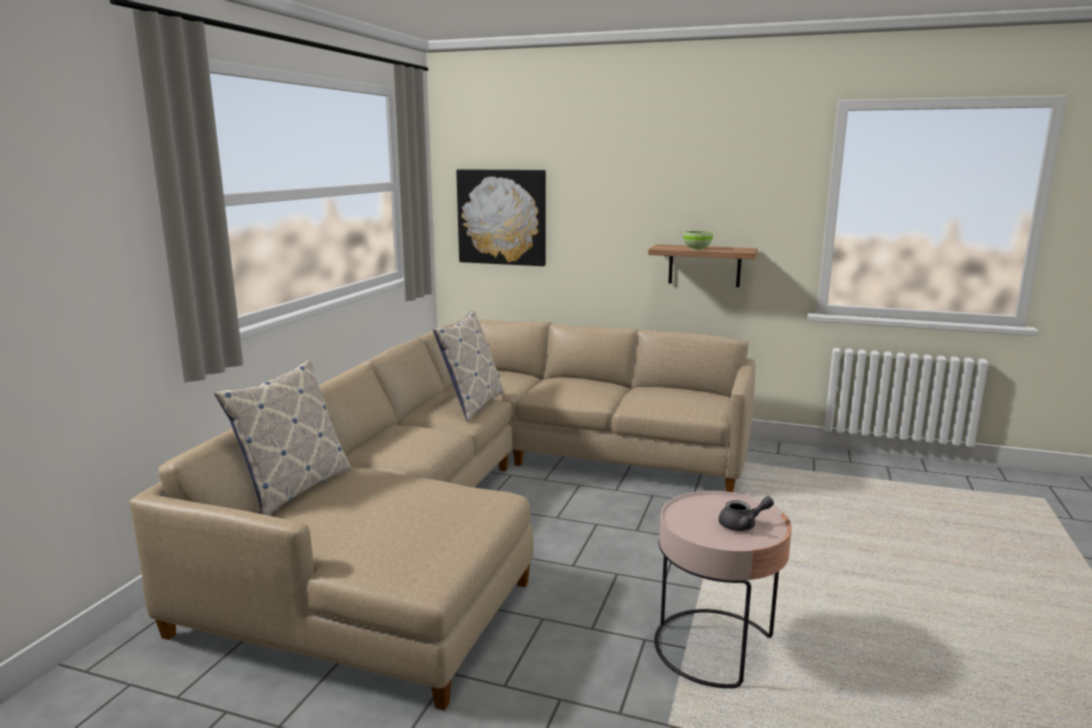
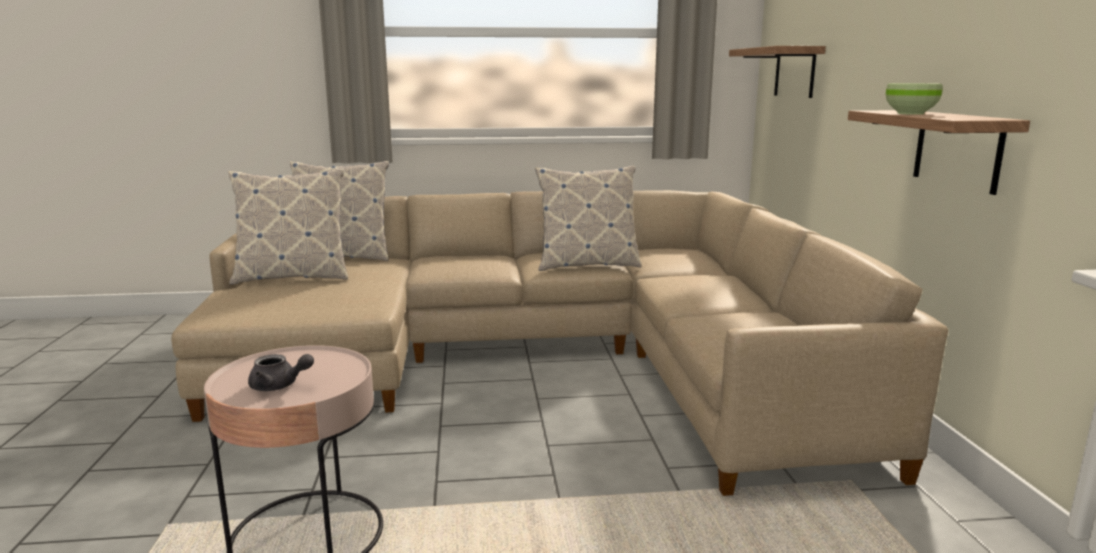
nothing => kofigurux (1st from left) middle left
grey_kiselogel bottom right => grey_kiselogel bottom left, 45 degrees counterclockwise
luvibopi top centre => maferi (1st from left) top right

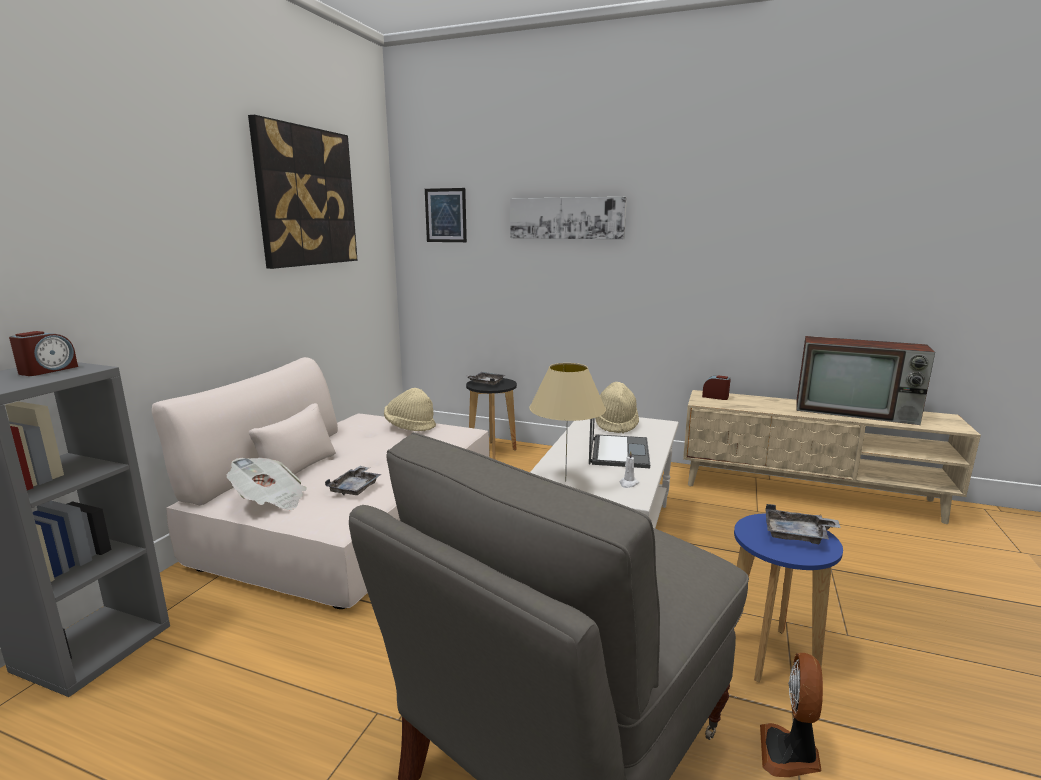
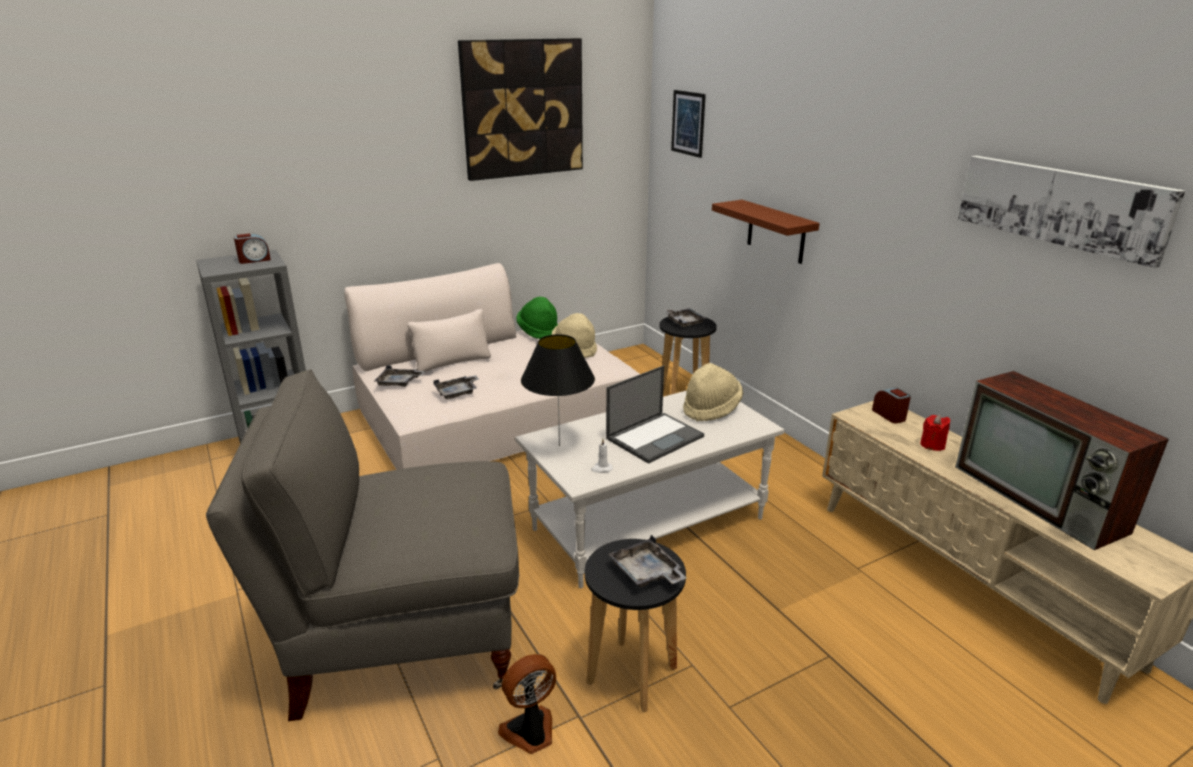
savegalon middle left => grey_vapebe (1st from left) centre
nothing => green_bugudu centre
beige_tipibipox centre => black_tipibipox centre
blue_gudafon bottom right => black_gudafon (1st from left) bottom centre
nothing => brown_maferi top centre
nothing => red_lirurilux middle right
luvibopi (3rd from left) top centre => luvibopi (3rd from left) top right, move

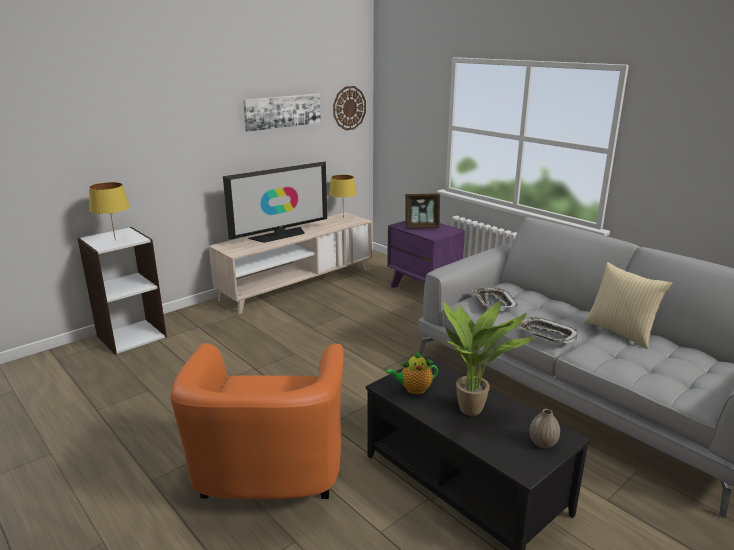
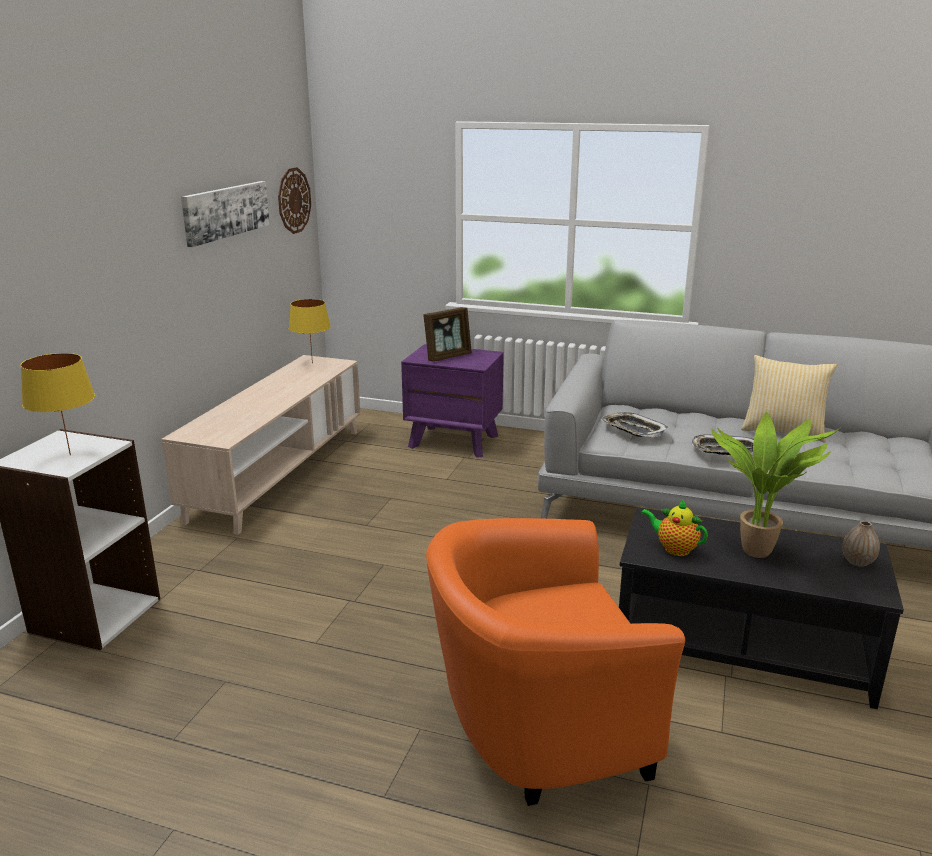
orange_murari bottom centre, 105 degrees clockwise
kiselogel bottom centre => kiselogel middle right, 75 degrees clockwise
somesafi centre => nothing

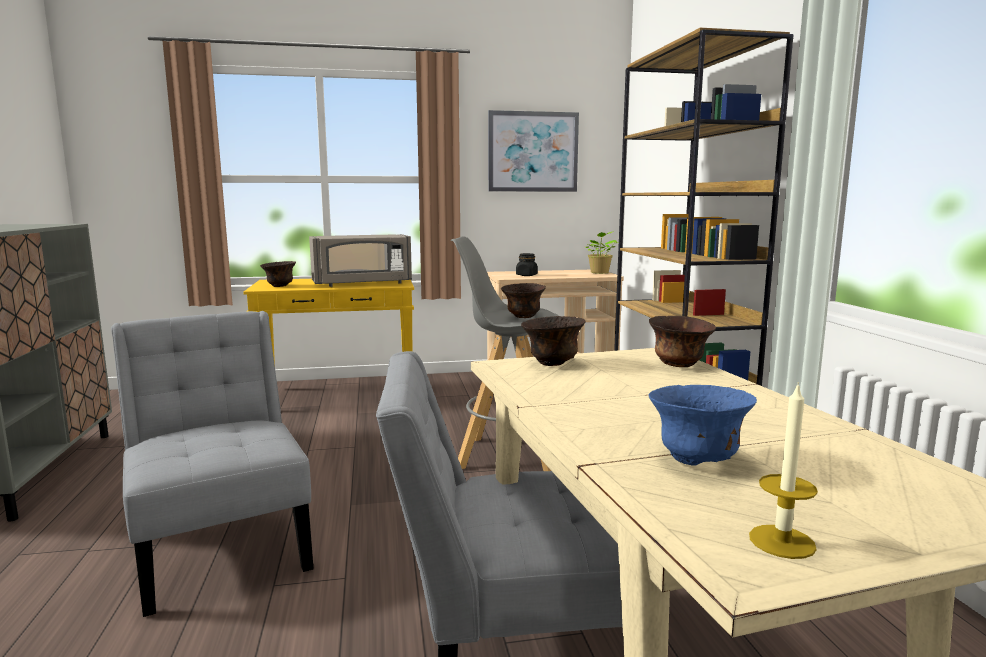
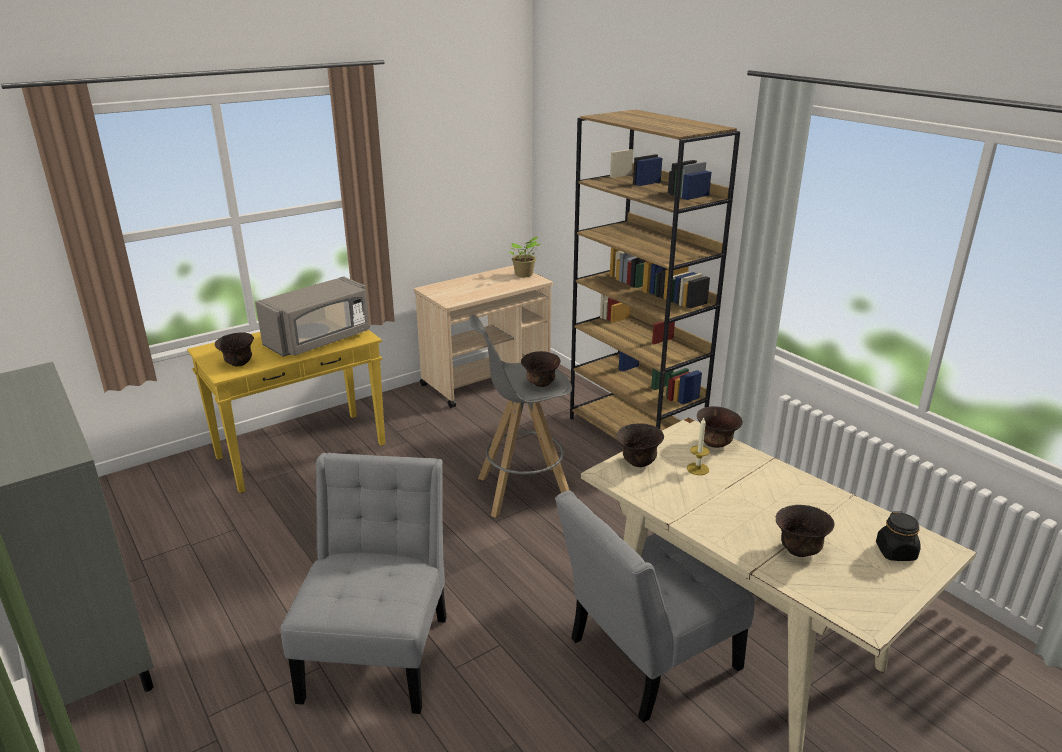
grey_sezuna (1st from left) bottom left => grey_sezuna (1st from left) bottom centre, 60 degrees clockwise
lirurilux bottom right => lirurilux centre, move
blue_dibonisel middle right => brown_dibonisel (5th from left) bottom right
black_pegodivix centre => black_pegodivix bottom right, move
luvibopi top centre => nothing

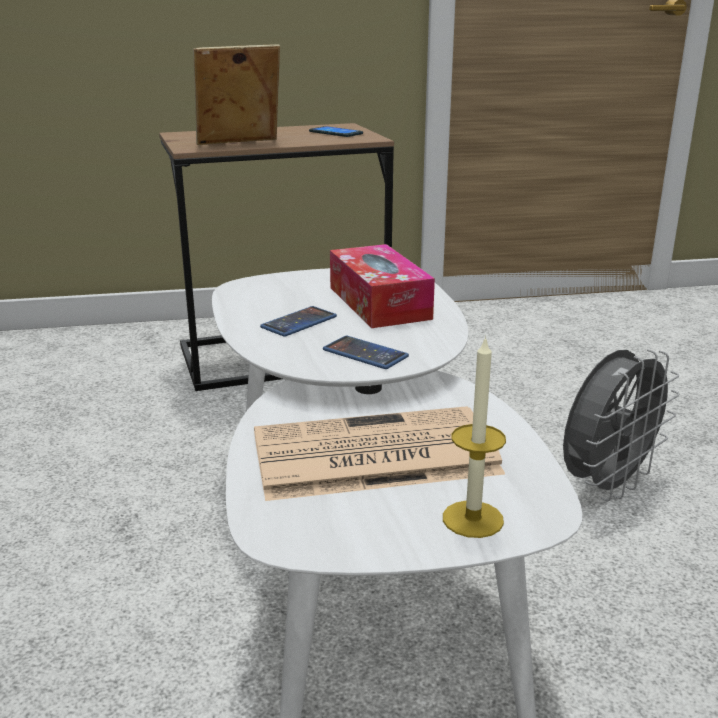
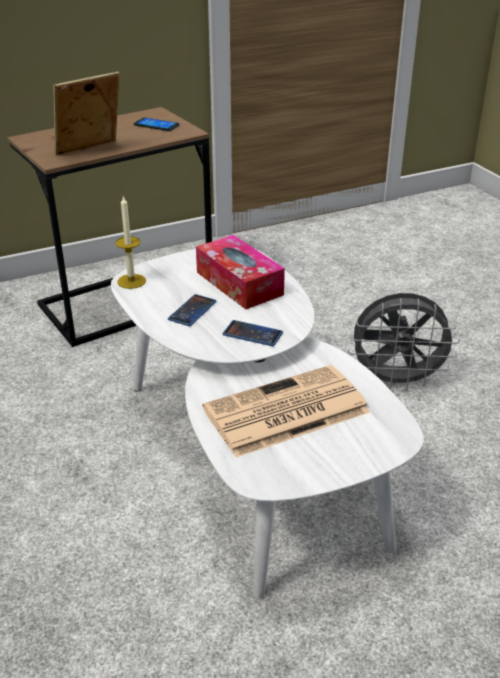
lirurilux centre => lirurilux middle left, move
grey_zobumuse middle right, 60 degrees clockwise

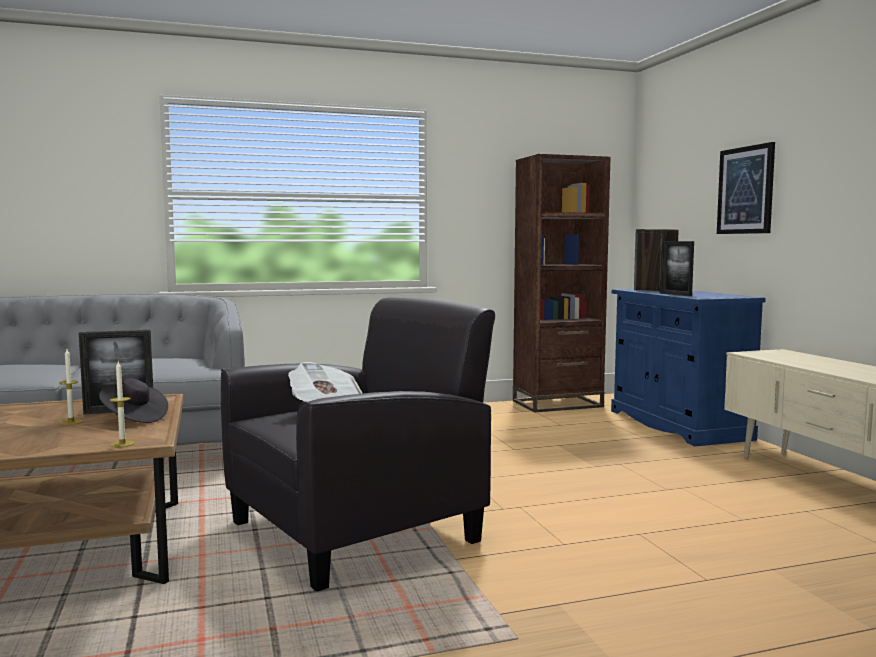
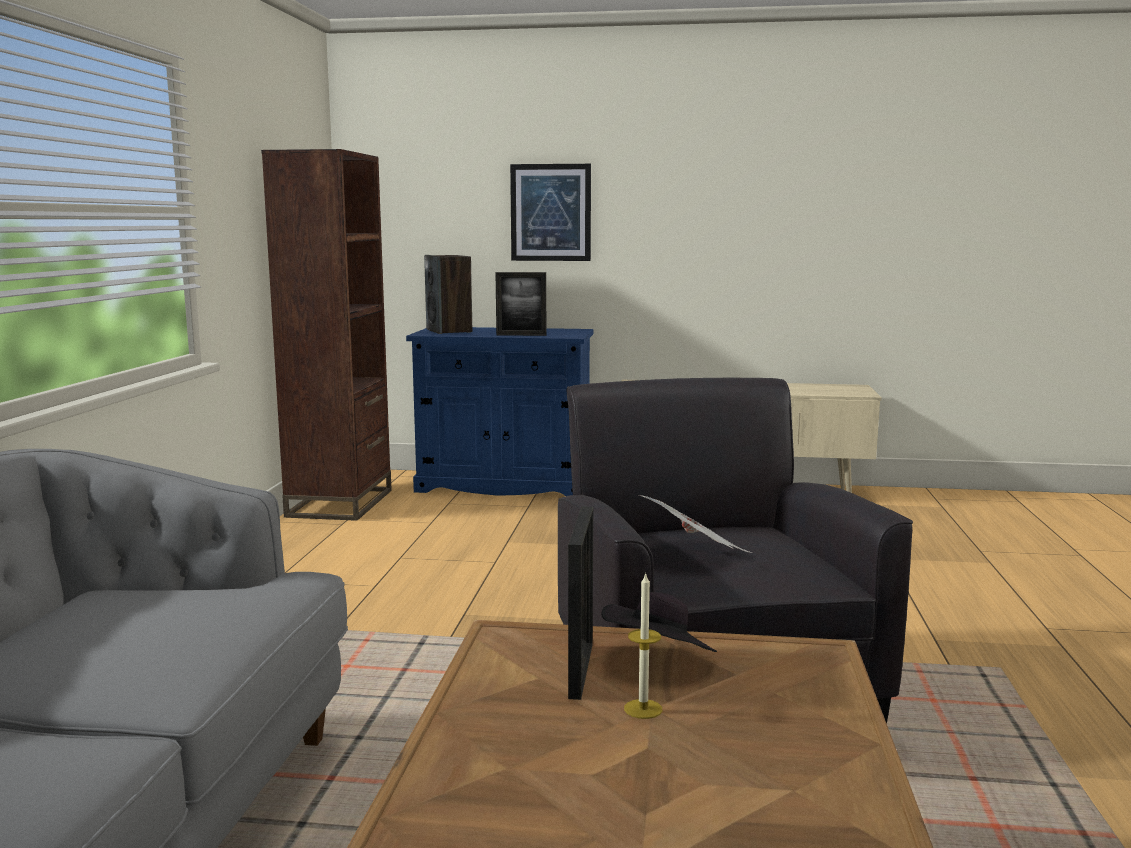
lirurilux (2nd from left) middle left => nothing

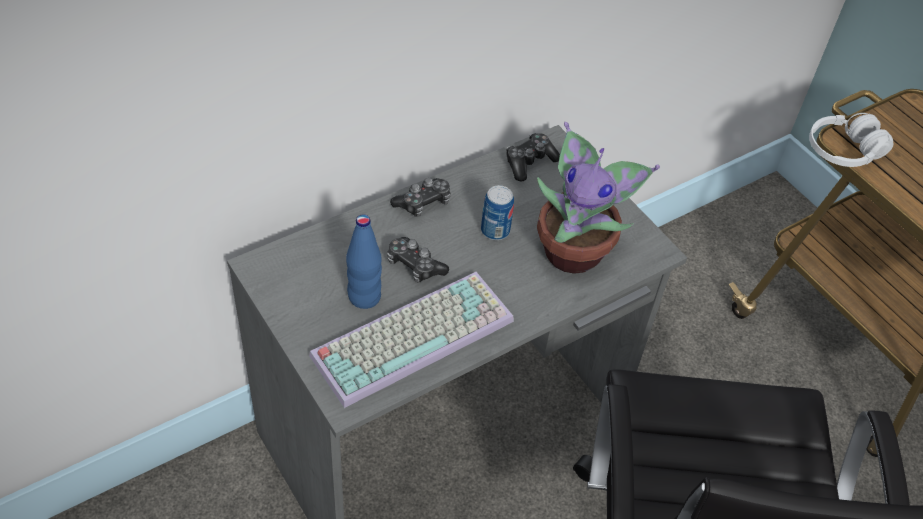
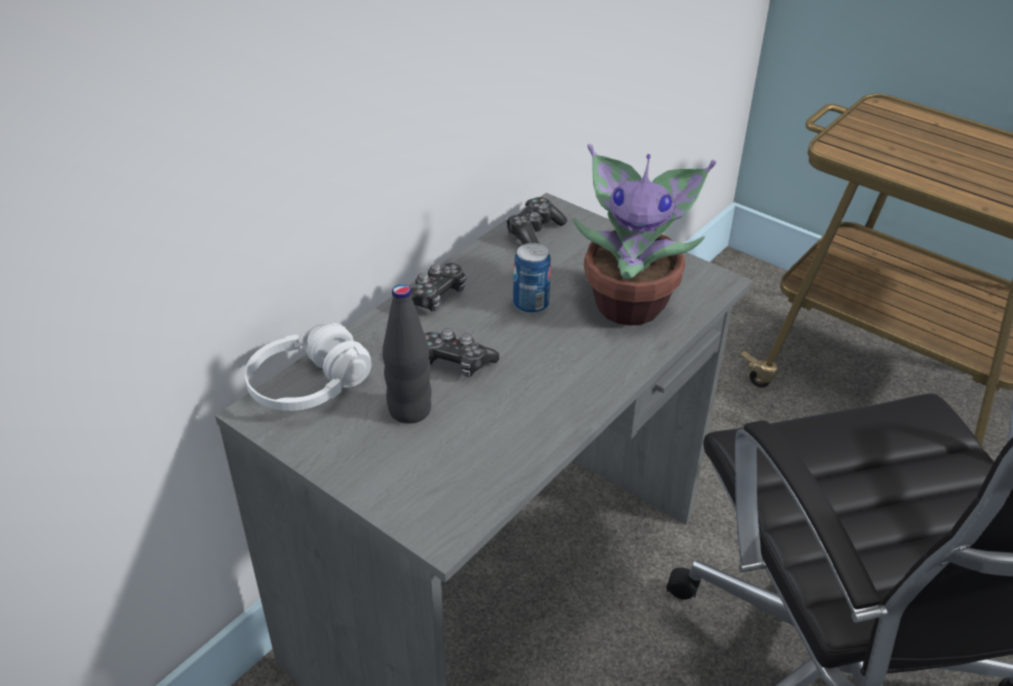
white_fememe top right => white_fememe middle left, move
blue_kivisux centre => black_kivisux centre
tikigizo centre => nothing

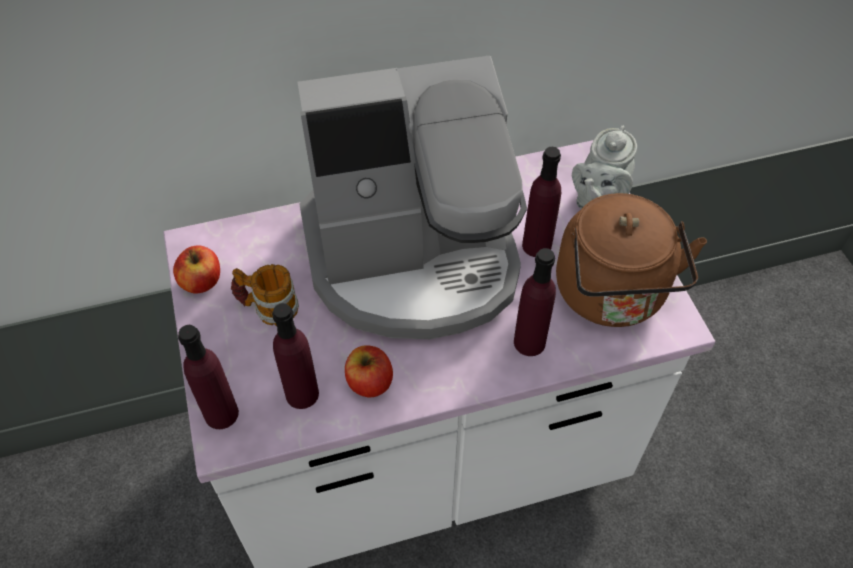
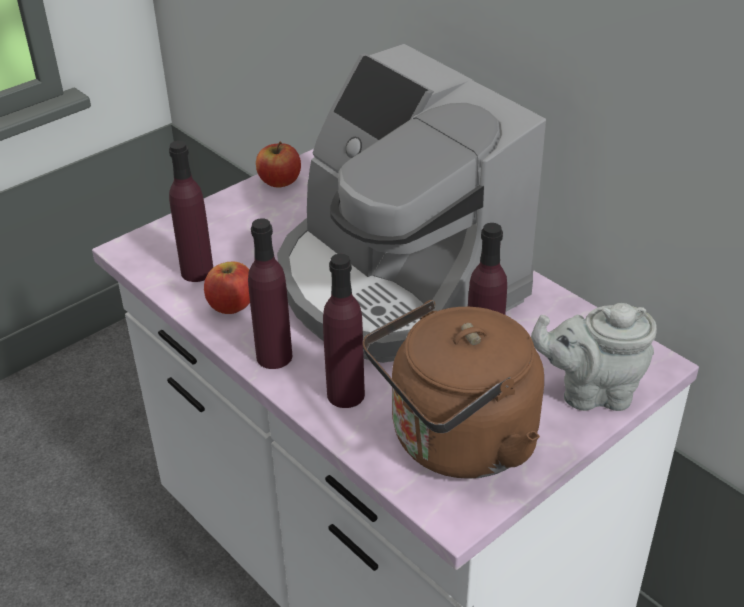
purple_kivisux (1st from left in the first image) middle left => purple_kivisux (2nd from left) centre, move
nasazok middle left => nothing

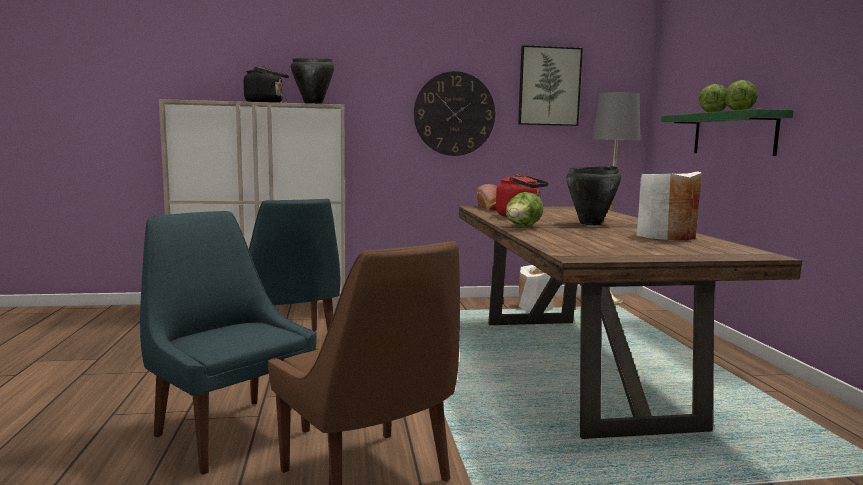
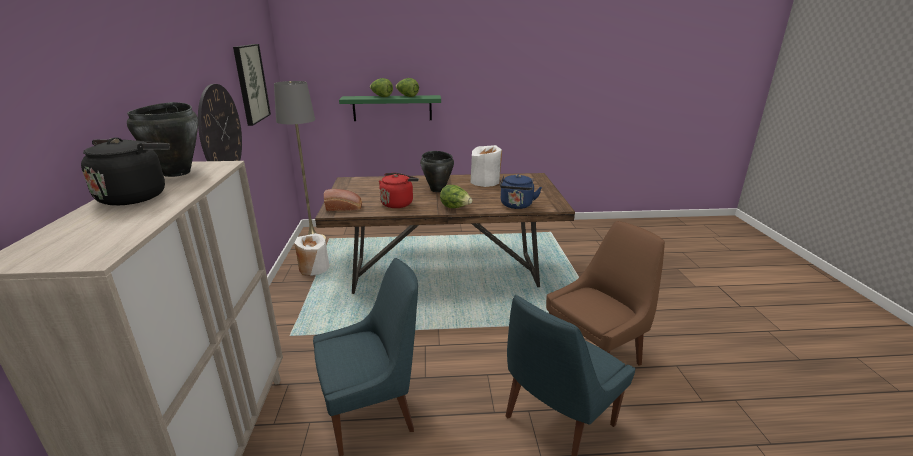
nothing => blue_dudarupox centre

